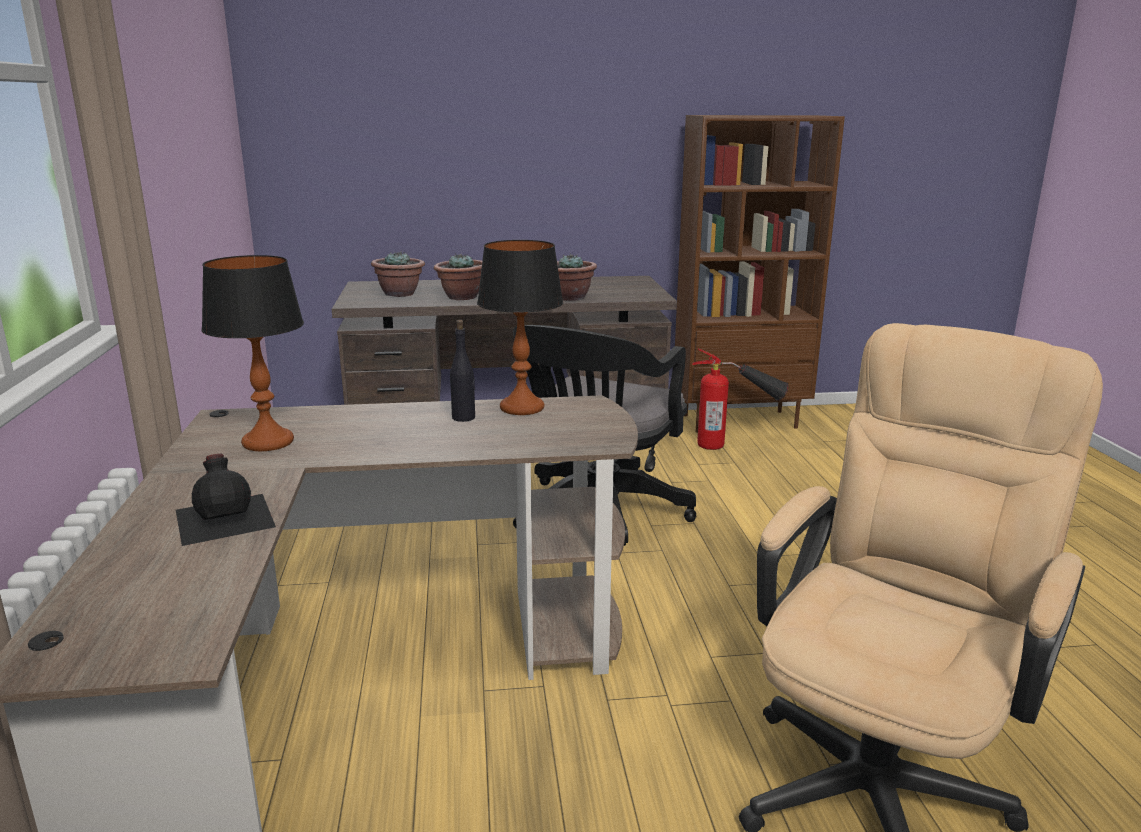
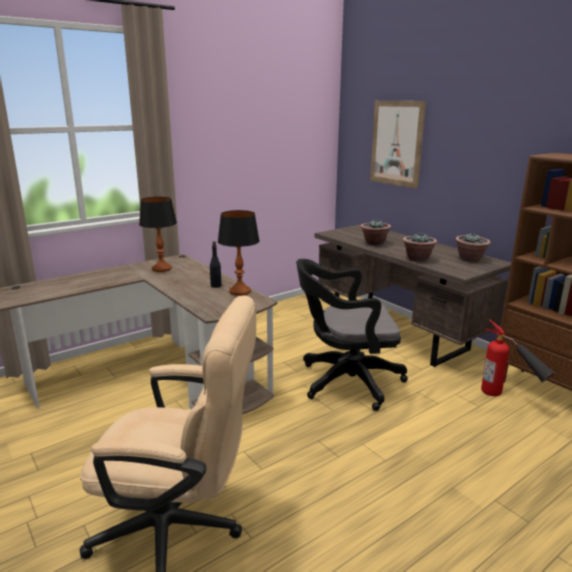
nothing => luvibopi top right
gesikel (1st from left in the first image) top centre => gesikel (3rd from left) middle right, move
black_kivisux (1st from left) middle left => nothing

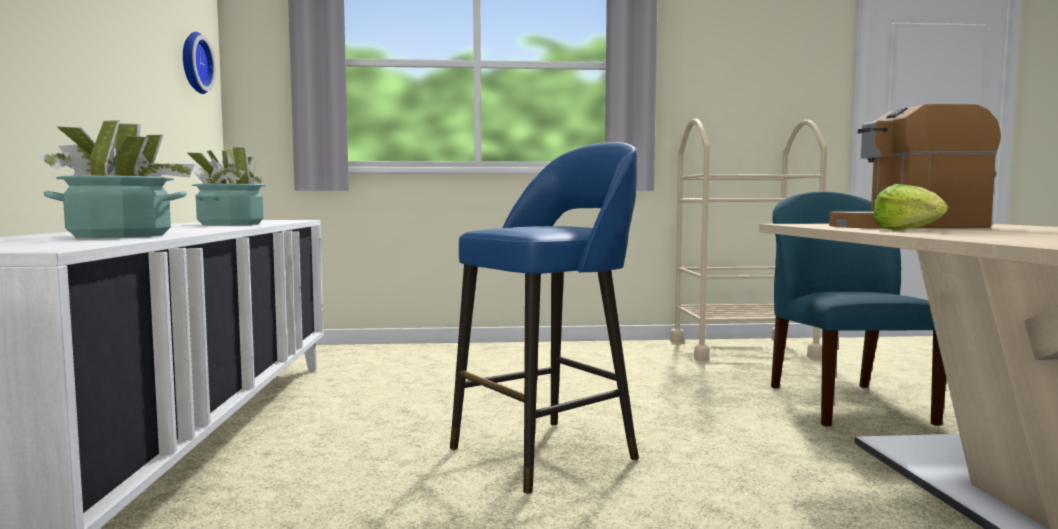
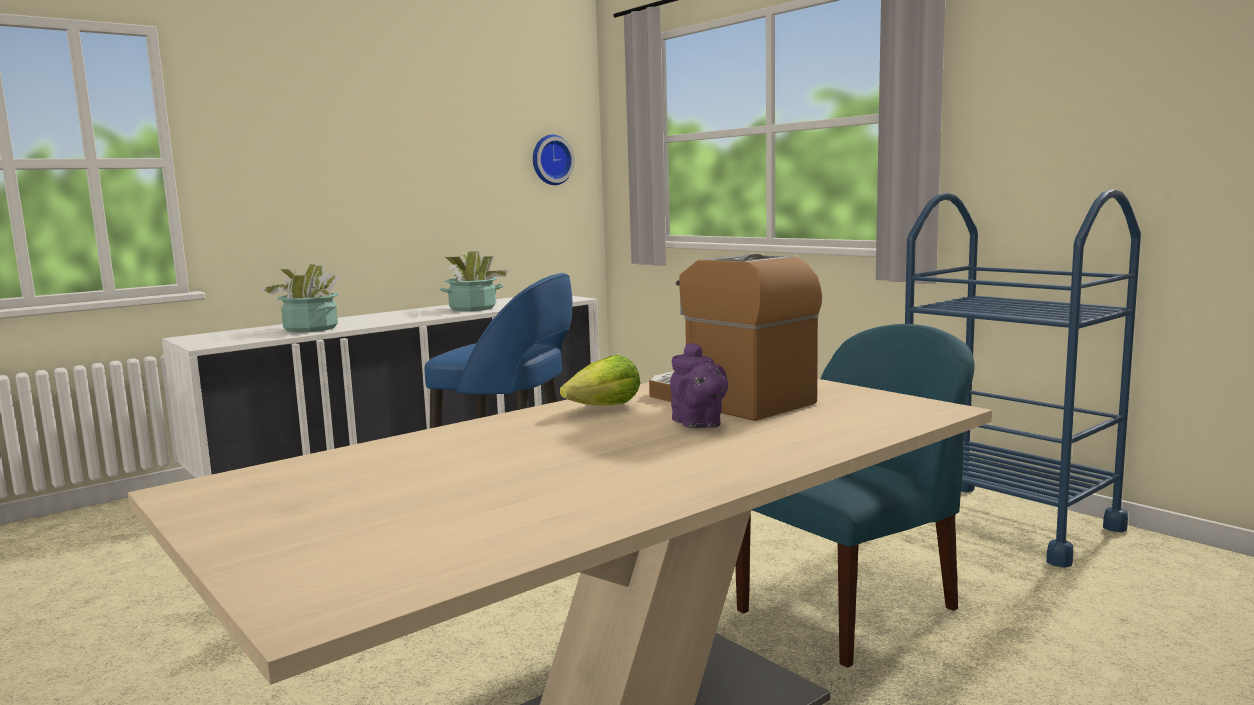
nothing => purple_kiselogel centre
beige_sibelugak middle right => blue_sibelugak middle right

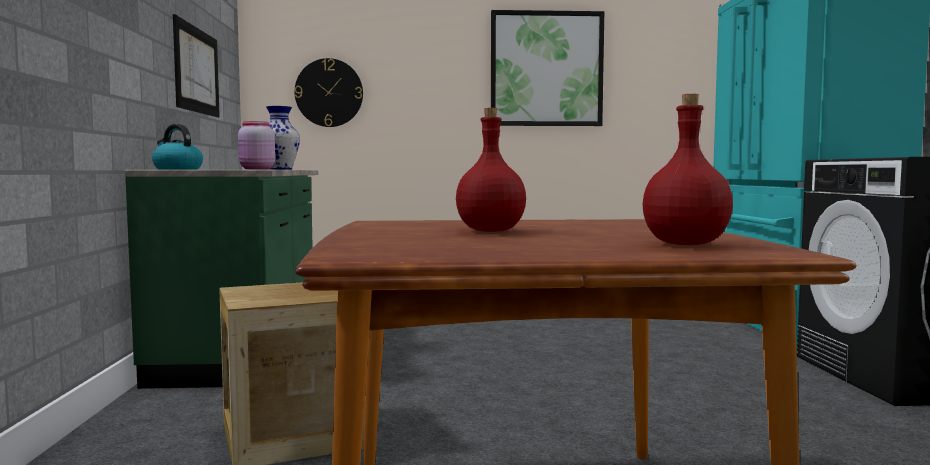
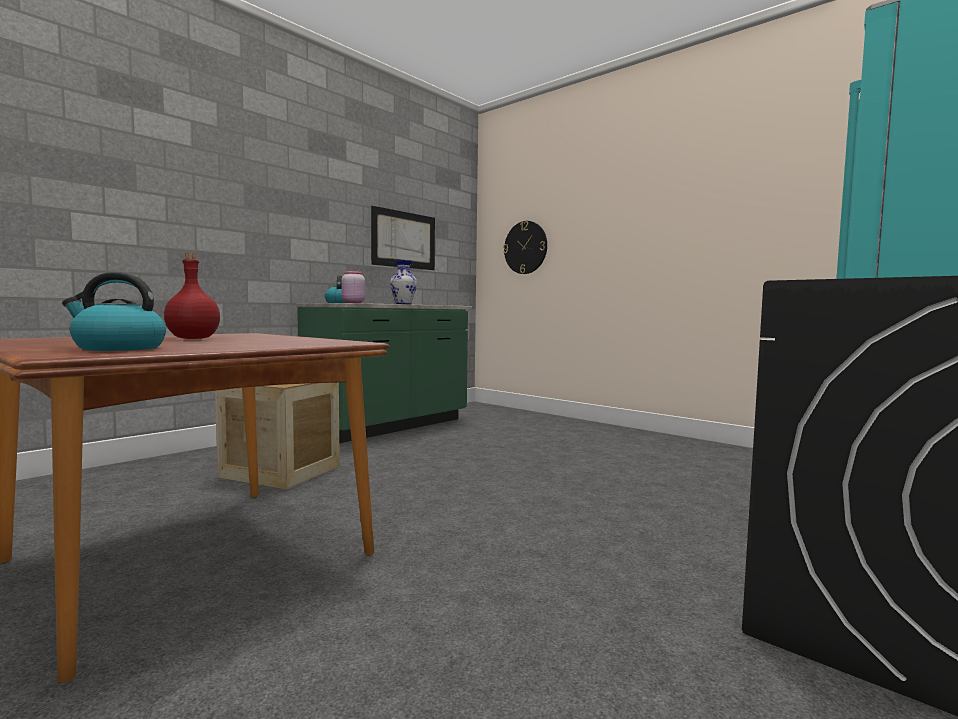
red_kivisux (2nd from left) middle right => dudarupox (1st from left) middle left
luvibopi (2nd from left) top centre => nothing

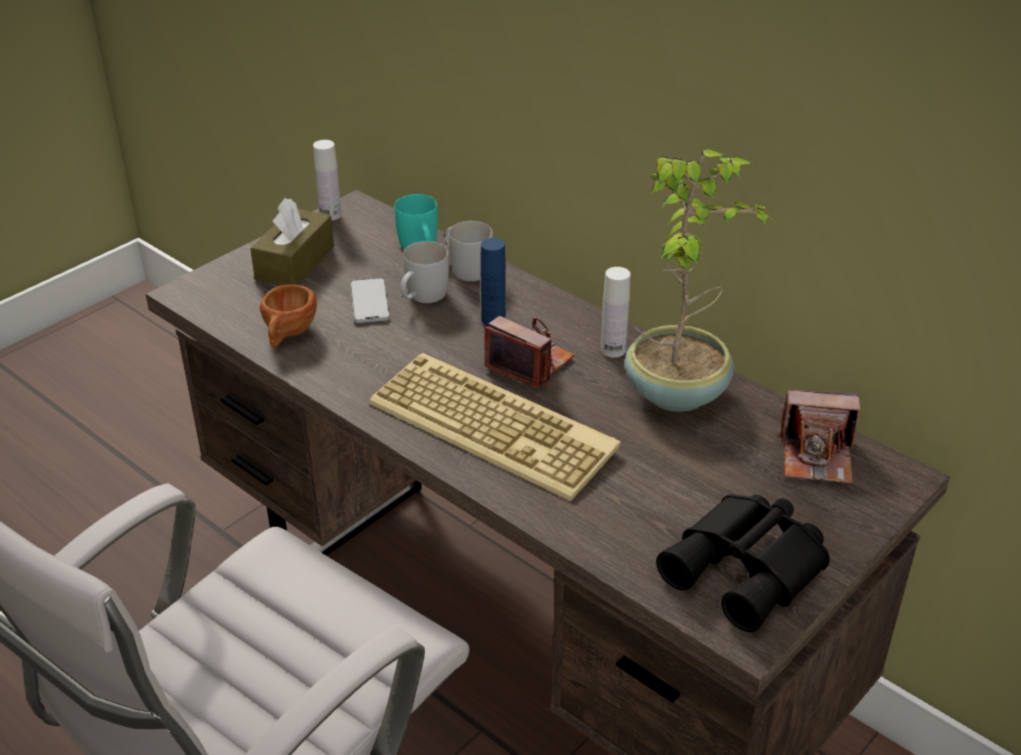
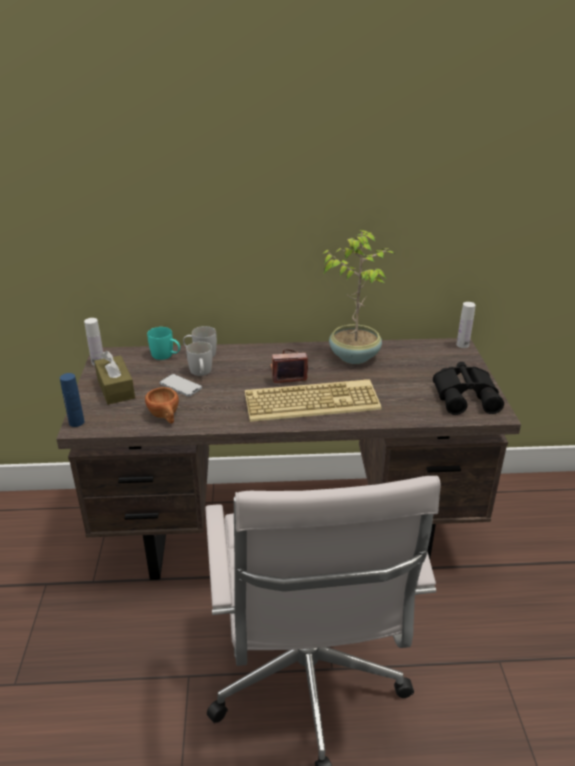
blue_kivisux centre => blue_kivisux middle left, move
white_kivisux (2nd from left) centre => white_kivisux (2nd from left) middle right, move
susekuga (2nd from left) middle right => nothing

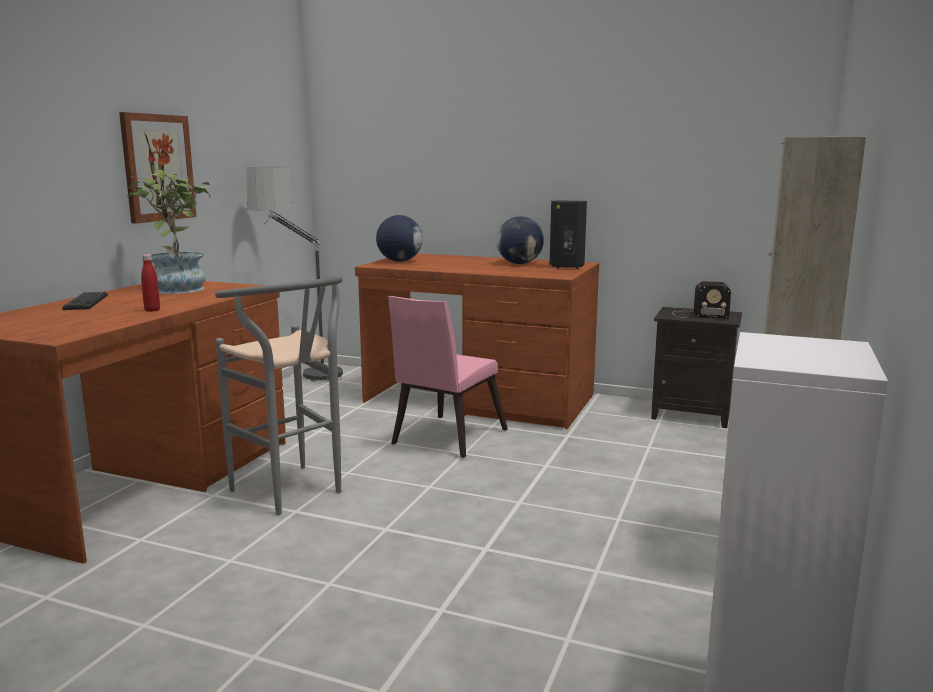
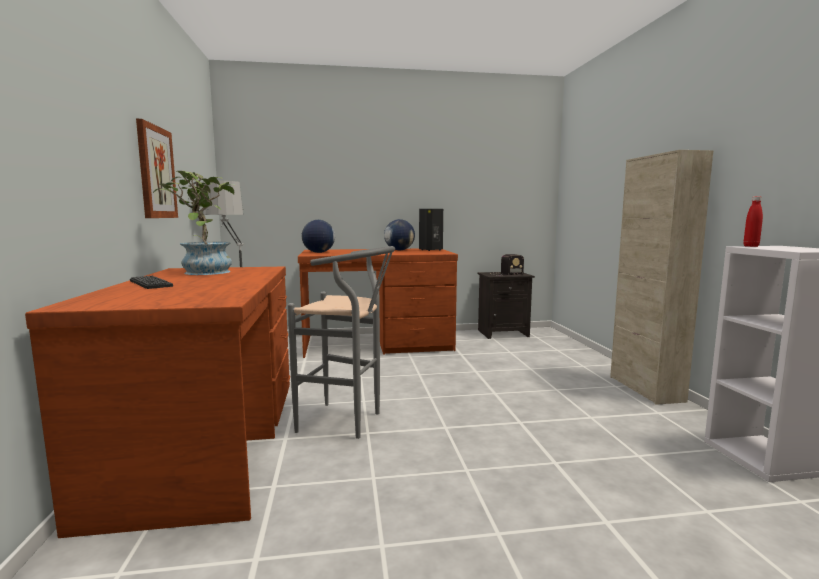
red_kivisux middle left => red_kivisux middle right, move
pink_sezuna centre => nothing

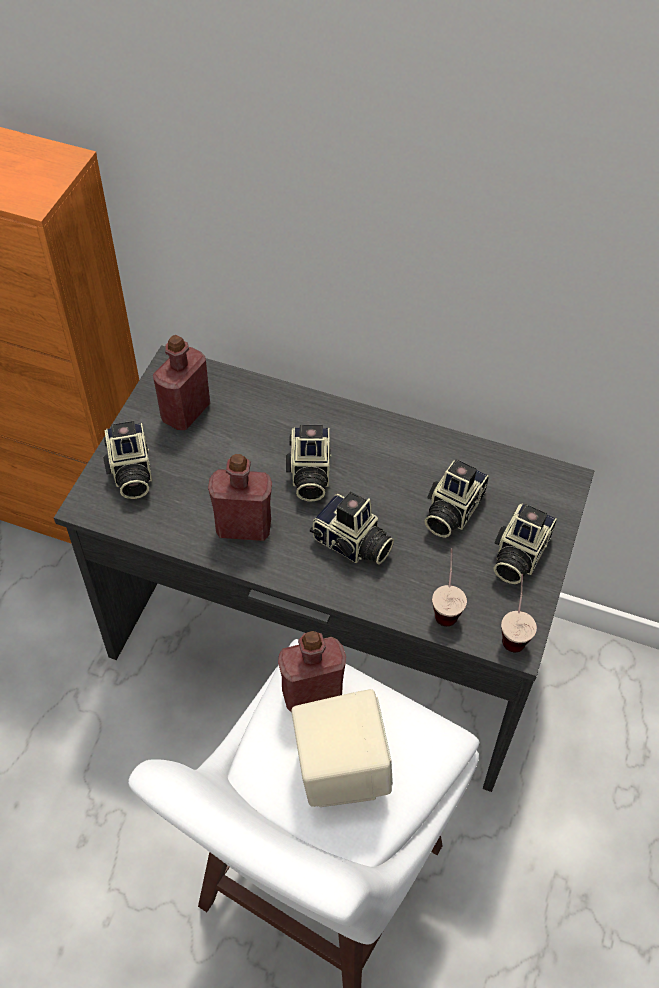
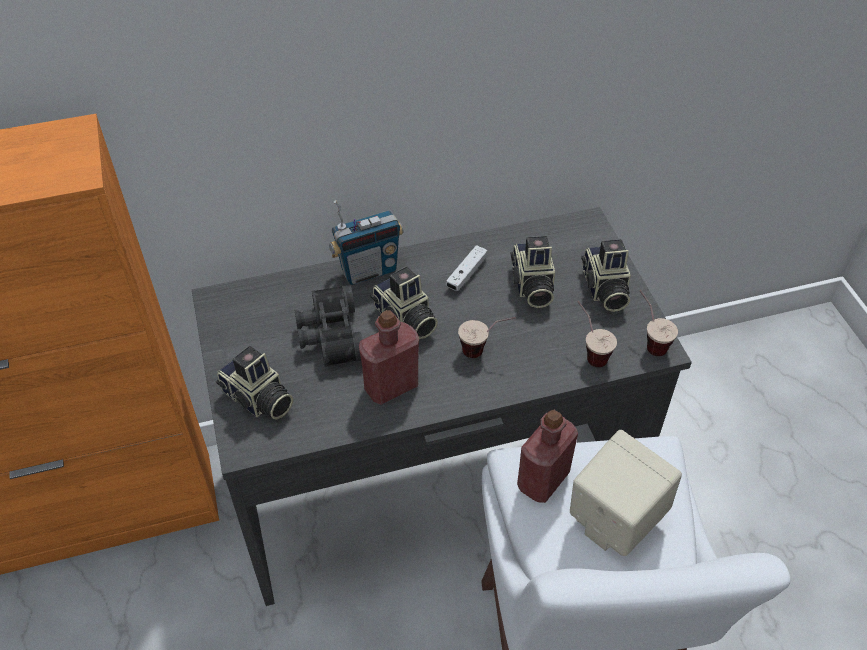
nothing => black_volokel centre
nothing => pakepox centre
nothing => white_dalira centre
susekuga (3rd from left) centre => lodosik (1st from left) centre
red_kivisux (1st from left) middle left => nothing

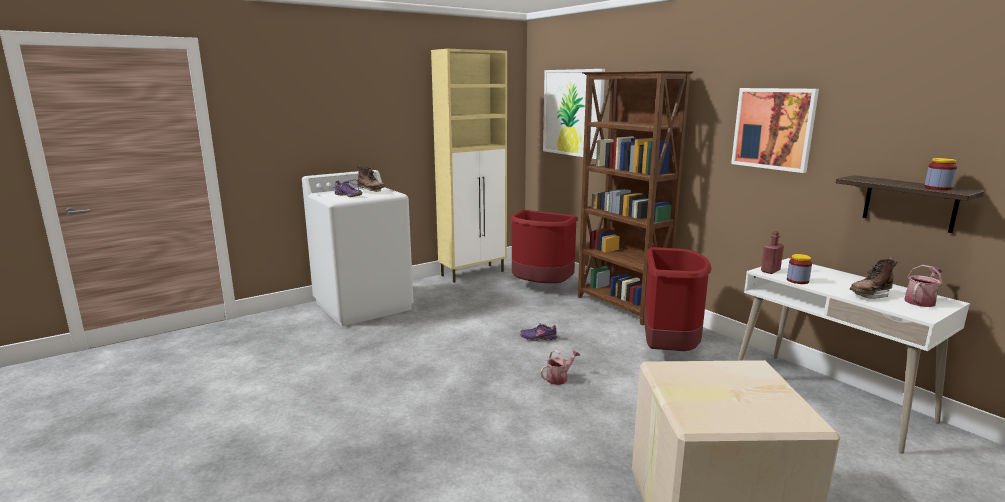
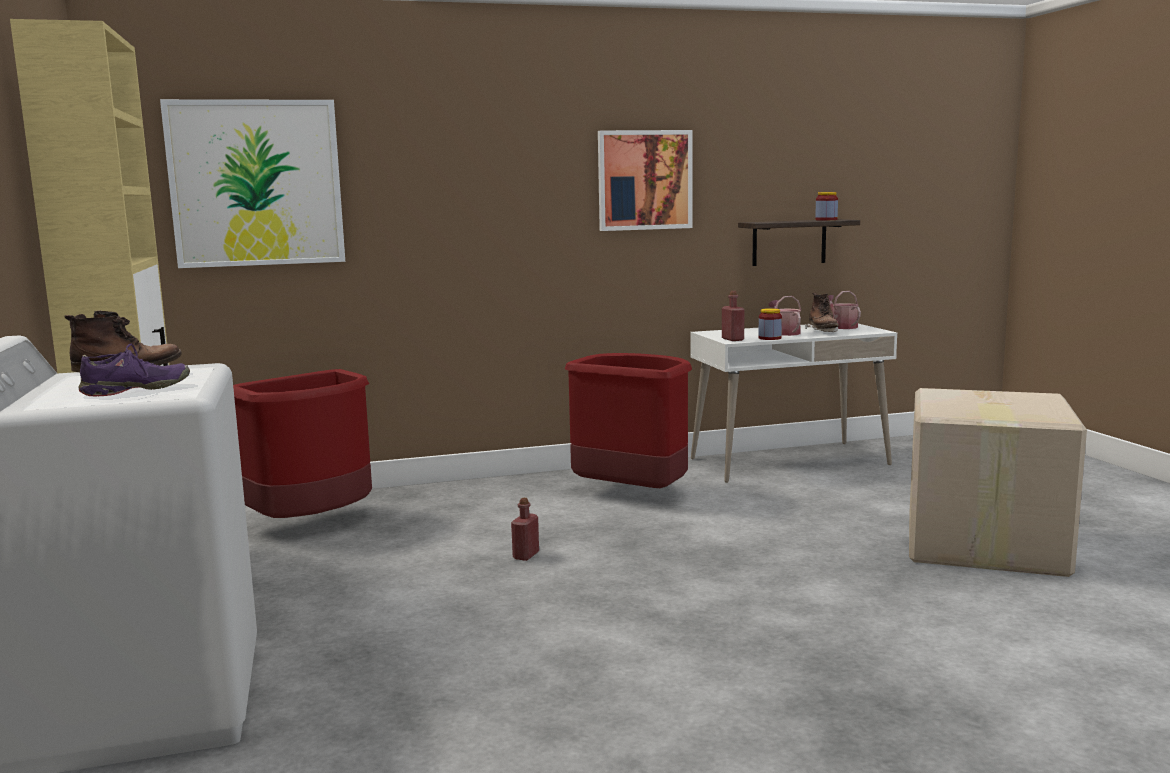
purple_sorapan (2nd from left) centre => red_kivisux (1st from left) bottom centre
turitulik (1st from left) bottom centre => turitulik (1st from left) middle right, move
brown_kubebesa centre => nothing

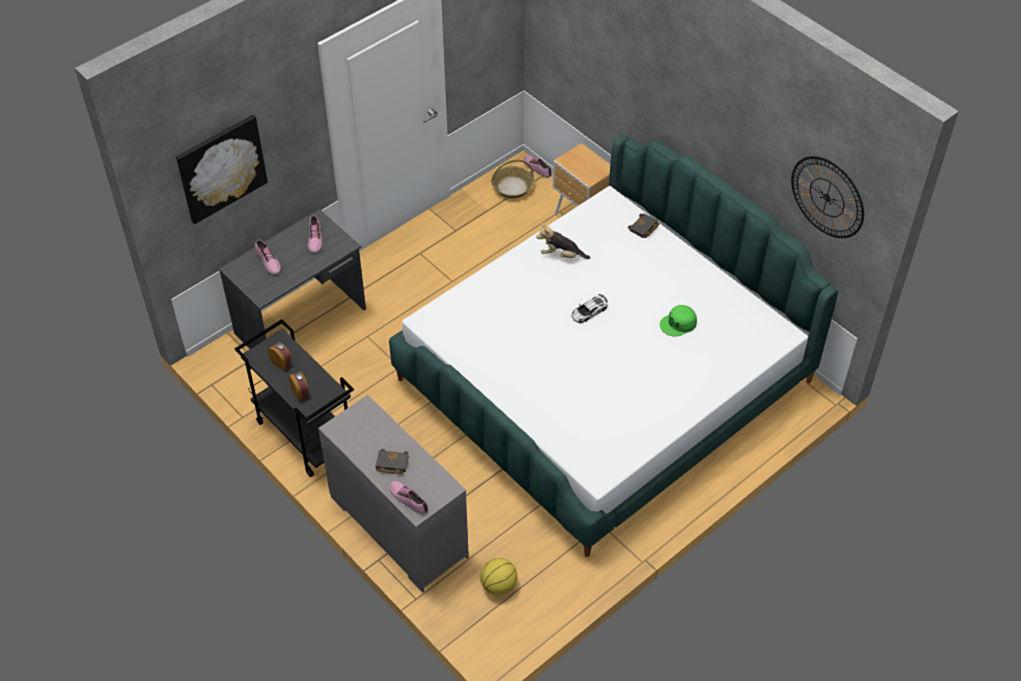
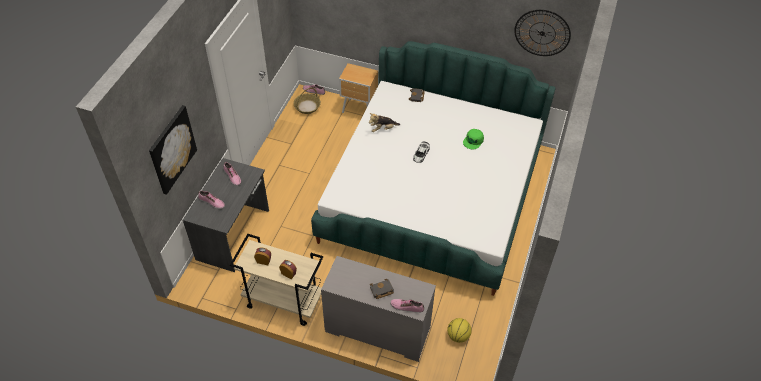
black_sibelugak middle left => beige_sibelugak bottom centre

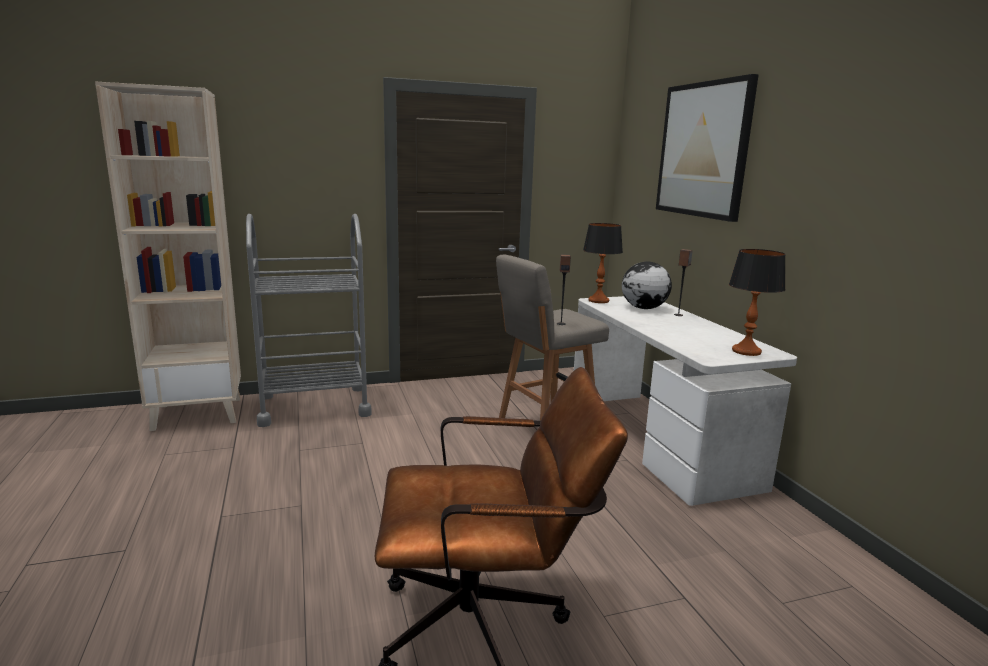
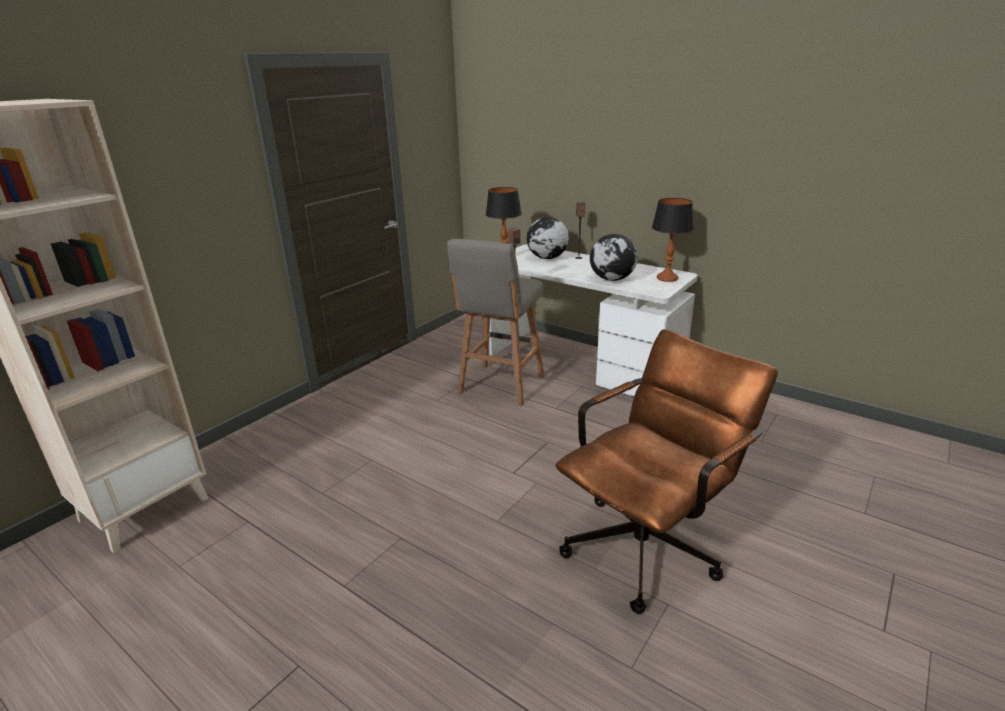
nothing => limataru (2nd from left) centre
grey_sibelugak middle left => nothing
luvibopi top right => nothing

